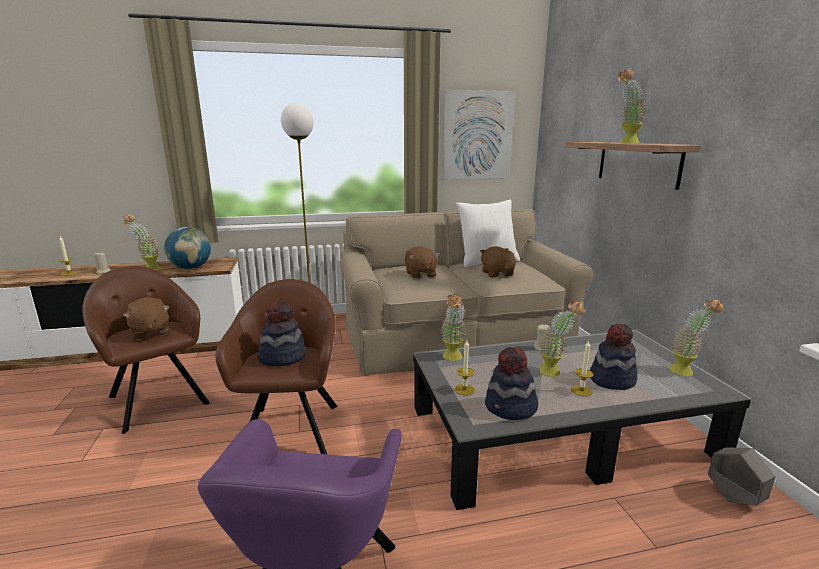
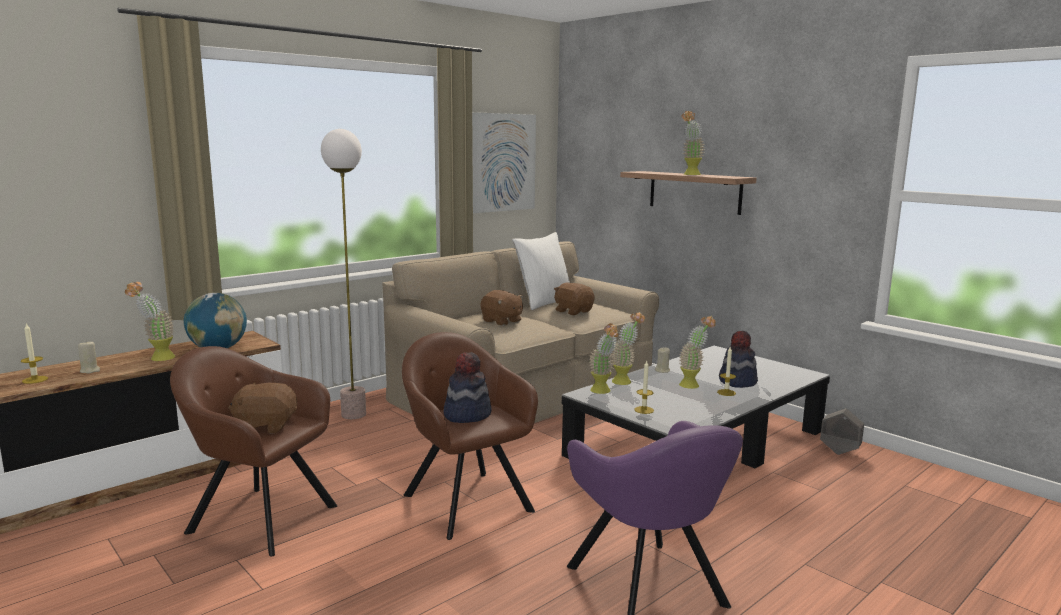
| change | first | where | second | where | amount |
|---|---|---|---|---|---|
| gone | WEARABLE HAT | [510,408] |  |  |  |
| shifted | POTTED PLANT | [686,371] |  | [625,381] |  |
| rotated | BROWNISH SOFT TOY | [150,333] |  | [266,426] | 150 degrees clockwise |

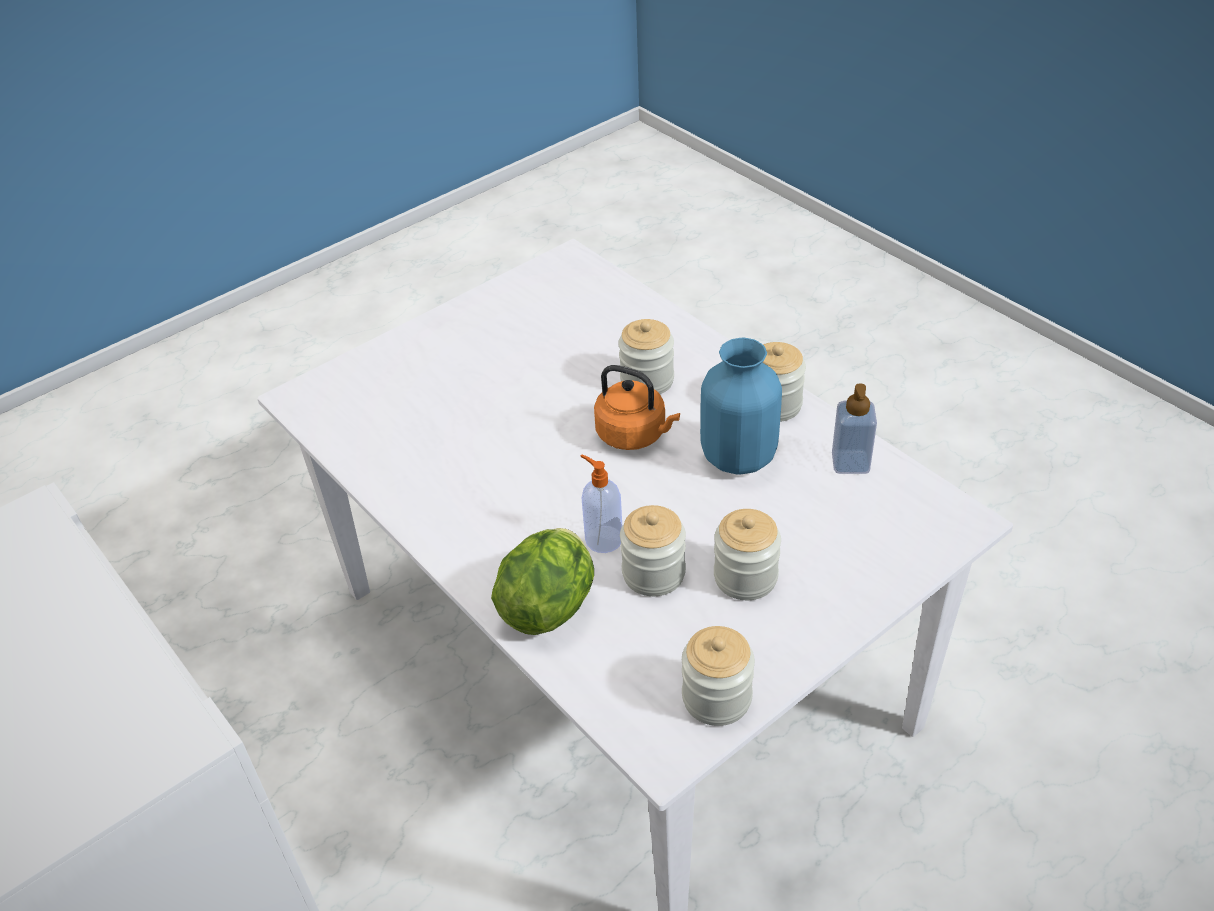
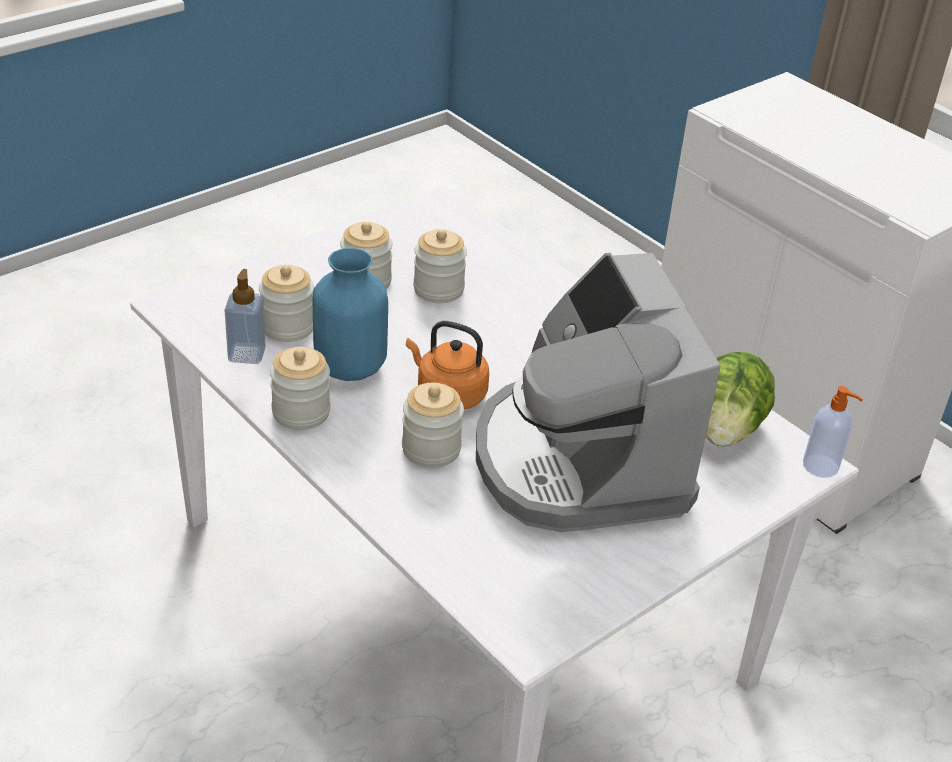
| change | first | where | second | where | amount |
|---|---|---|---|---|---|
| new |  |  | COFFEE BREWER | [579,462] |  |
| shifted | HEAD OF LETTUCE | [549,605] |  | [725,430] |  |
| shifted | SOAP DISPENSER | [602,538] |  | [821,467] |  |
| shifted | PRESERVE JAR | [716,698] |  | [287,327] |  |

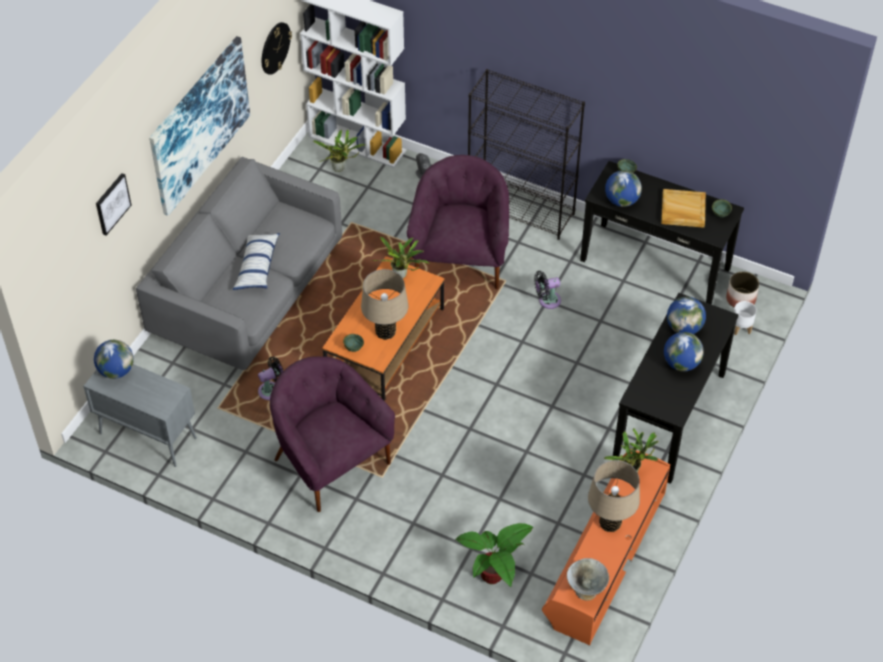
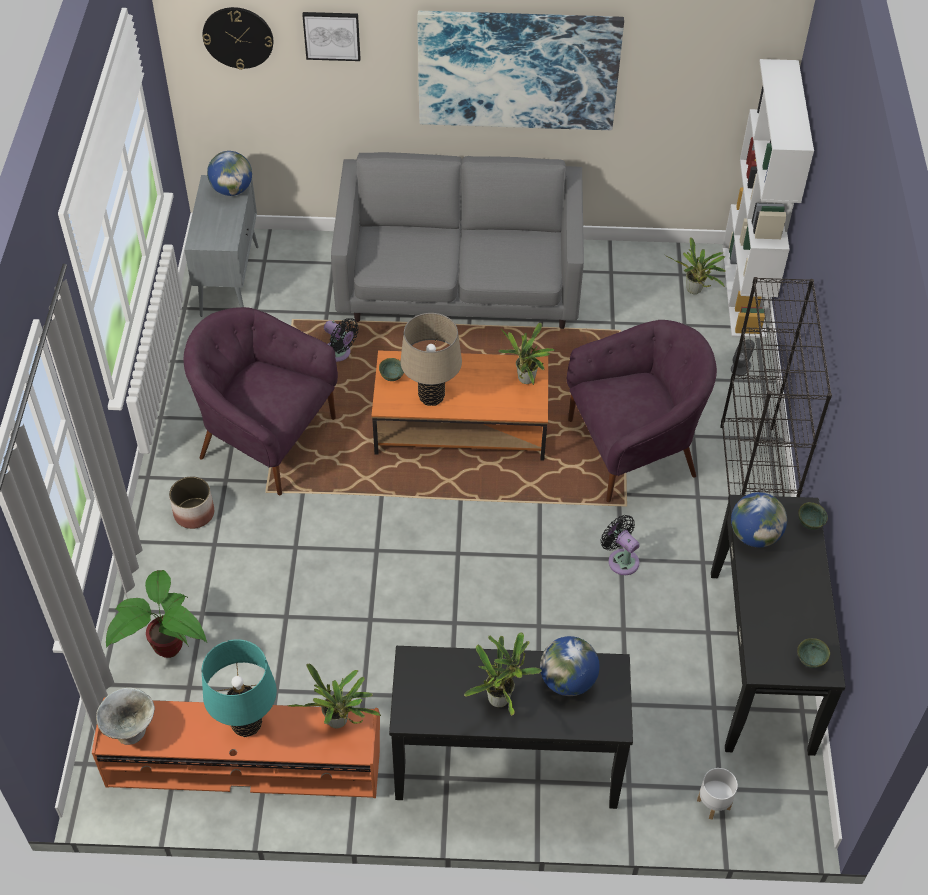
| change | first | where | second | where | amount |
|---|---|---|---|---|---|
| gone | CUSHION | [257,267] |  |  |  |
| gone | BEIGE TRAY | [682,210] |  |  |  |
| shifted | HANGING CLOCK | [275,48] |  | [238,37] |  |
| shifted | PLANTER | [740,299] |  | [194,513] |  |
| swapped | WORLD GLOBE | [681,363] | POTTED PLANT | [501,697] |  |
| repainted | BEIGE LAMP FOR A TABLE | [610,523] | BLUE-GREEN LAMP FOR A TABLE | [246,724] |  |
| rotated | PURPLE ARMCHAIR | [330,461] |  | [266,438] | 90 degrees counterclockwise |

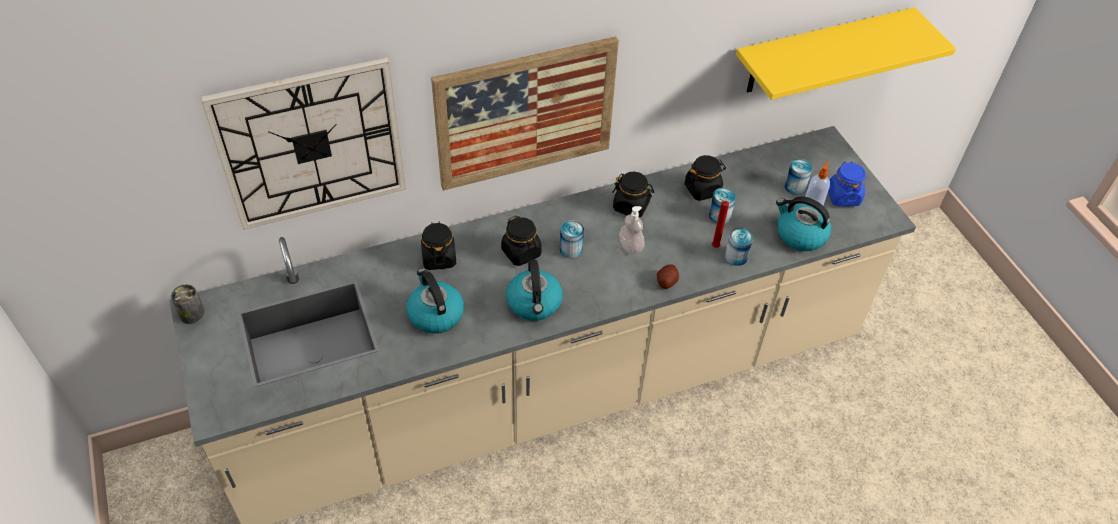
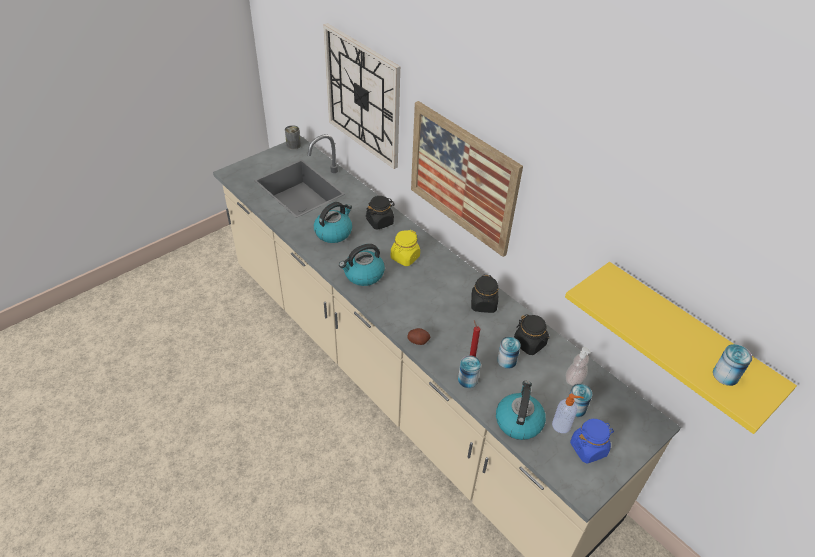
| change | first | where | second | where | amount |
|---|---|---|---|---|---|
| shifted | METAL CAN | [571,249] |  | [725,375] |  |
| shifted | SOAP DISPENSER | [630,246] |  | [574,379] |  |
| repainted | BLACK-COLOURED PRESERVE JAR | [521,252] | YELLOW-COLOURED PRESERVE JAR | [405,257] |  |

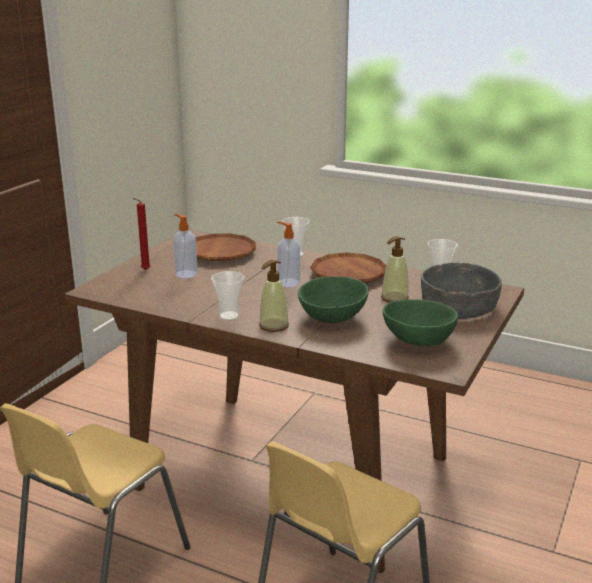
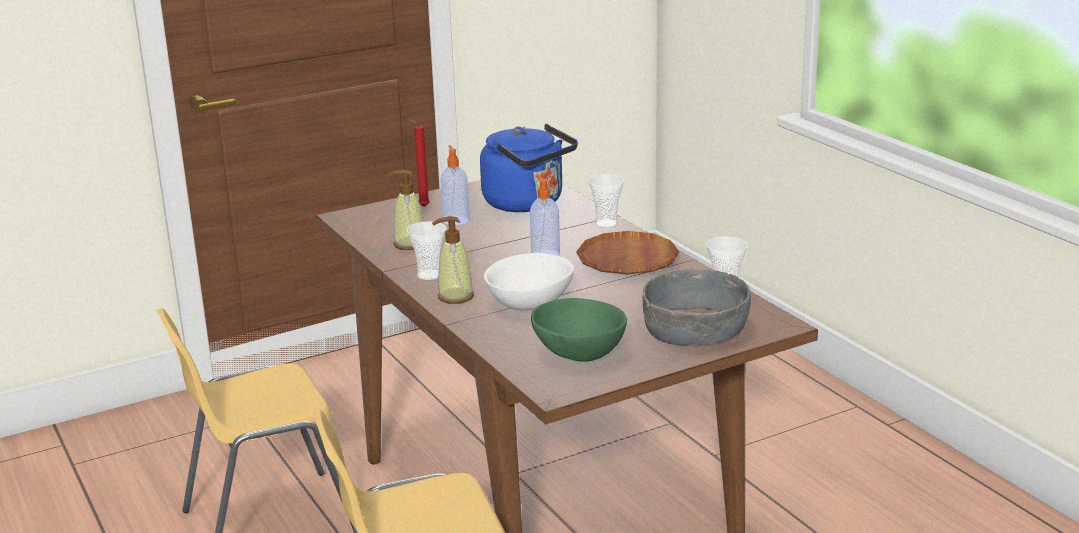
| change | first | where | second | where | amount |
|---|---|---|---|---|---|
| shifted | SOAP DISPENSER | [394,298] |  | [409,244] |  |
| swapped | BROWNISH FLAT DISH | [220,252] | BLUE WATER KETTLE | [528,204] |  |
| repainted | GREEN BOWL | [332,316] | WHITE BOWL | [531,303] |  |

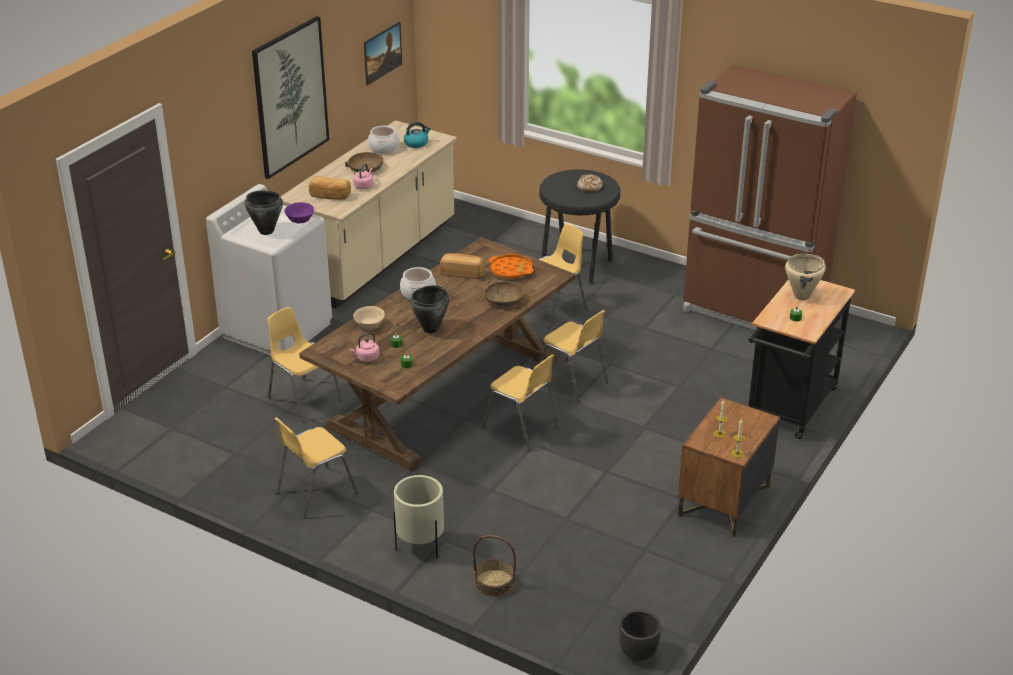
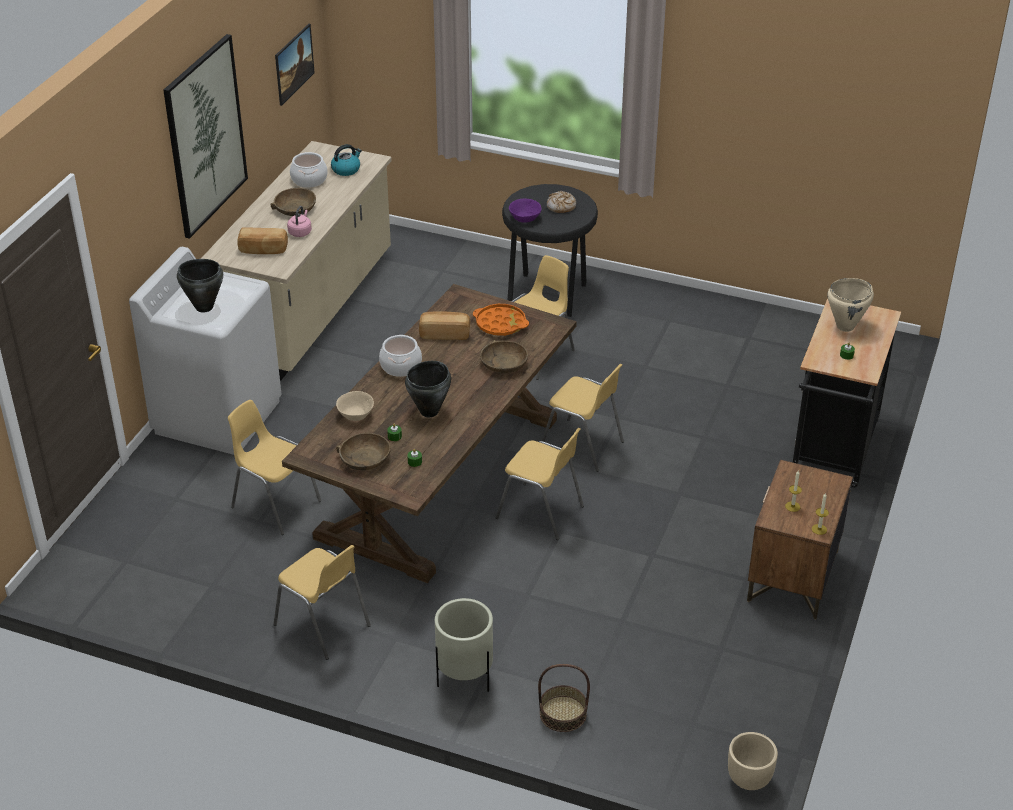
| change | first | where | second | where | amount |
|---|---|---|---|---|---|
| gone | BROWNISH FRIDGE | [753,311] |  |  |  |
| shifted | PURPLE BOWL | [299,220] |  | [524,219] |  |
| swapped | PINK WATER KETTLE | [366,358] | BROWNISH BOWL | [364,459] |  |
| repainted | BLACK-COLOURED PLANTER | [638,653] | BEIGE PLANTER | [749,780] |  |
| rotated | YELLOW-COLOURED CHAIR | [316,493] |  | [323,625] | 90 degrees counterclockwise |

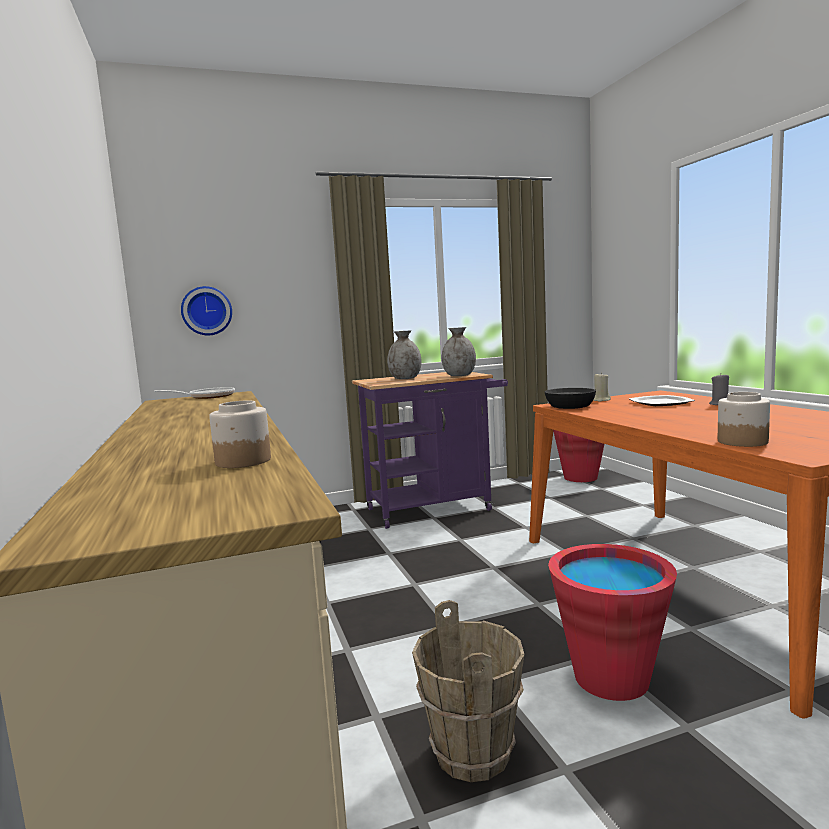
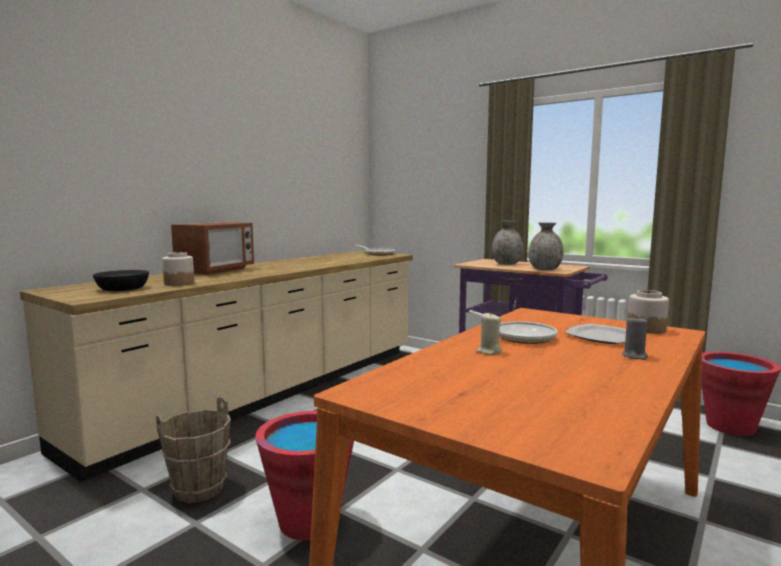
| change | first | where | second | where | amount |
|---|---|---|---|---|---|
| gone | HANGING CLOCK | [206,311] |  |  |  |
| new |  |  | MICROWAVE | [216,270] |  |
| new |  |  | PAN | [519,336] |  |
| shifted | BLACK-COLOURED BOWL | [570,406] |  | [123,288] |  |
| shifted | BEIGE WAX CANDLE | [601,400] |  | [489,351] |  |
| shifted | PRESERVE JAR | [741,442] |  | [646,329] |  |

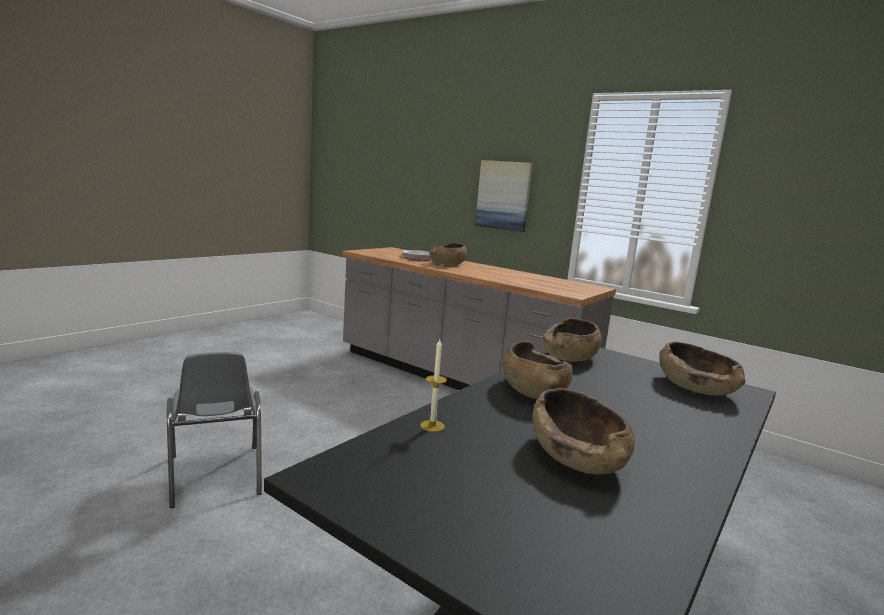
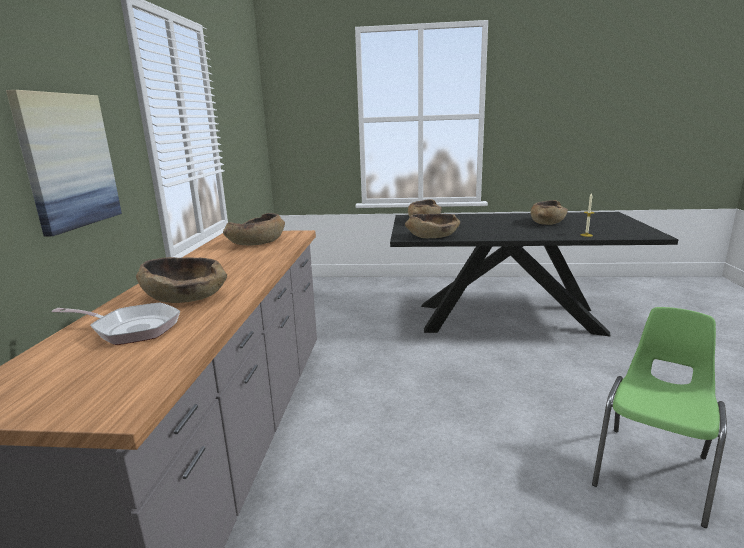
| change | first | where | second | where | amount |
|---|---|---|---|---|---|
| shifted | BROWNISH BOWL | [533,389] |  | [256,243] |  |
| repainted | GRAY CHAIR | [215,476] | GREEN CHAIR | [653,471] |  |

